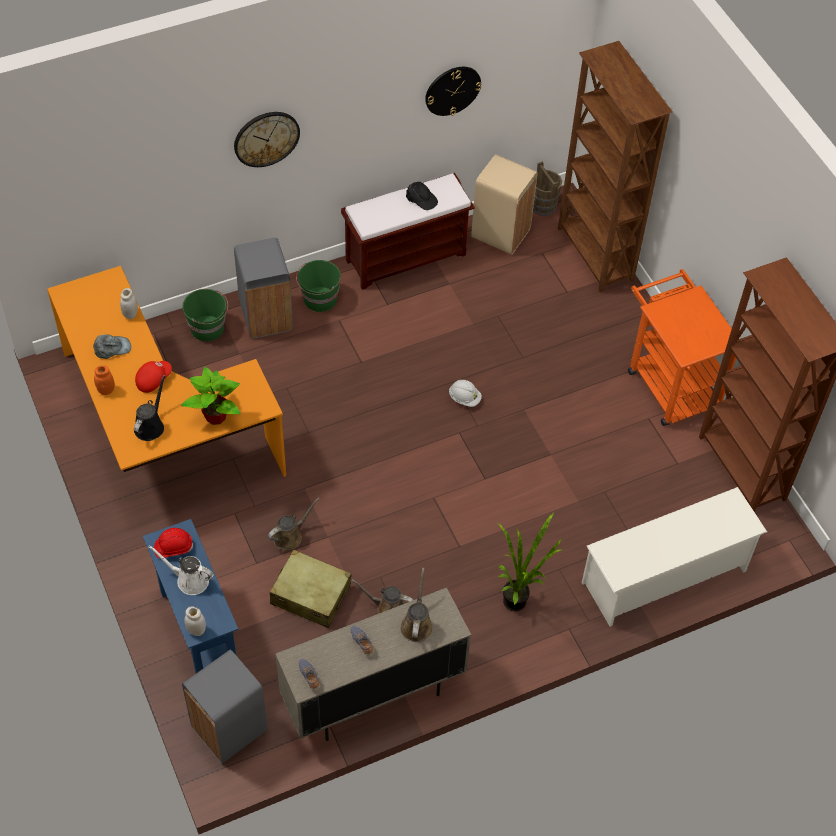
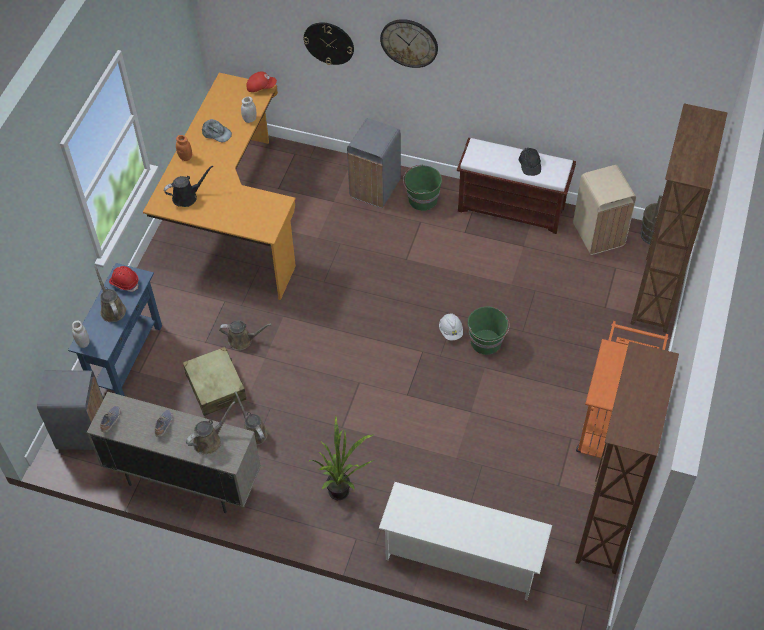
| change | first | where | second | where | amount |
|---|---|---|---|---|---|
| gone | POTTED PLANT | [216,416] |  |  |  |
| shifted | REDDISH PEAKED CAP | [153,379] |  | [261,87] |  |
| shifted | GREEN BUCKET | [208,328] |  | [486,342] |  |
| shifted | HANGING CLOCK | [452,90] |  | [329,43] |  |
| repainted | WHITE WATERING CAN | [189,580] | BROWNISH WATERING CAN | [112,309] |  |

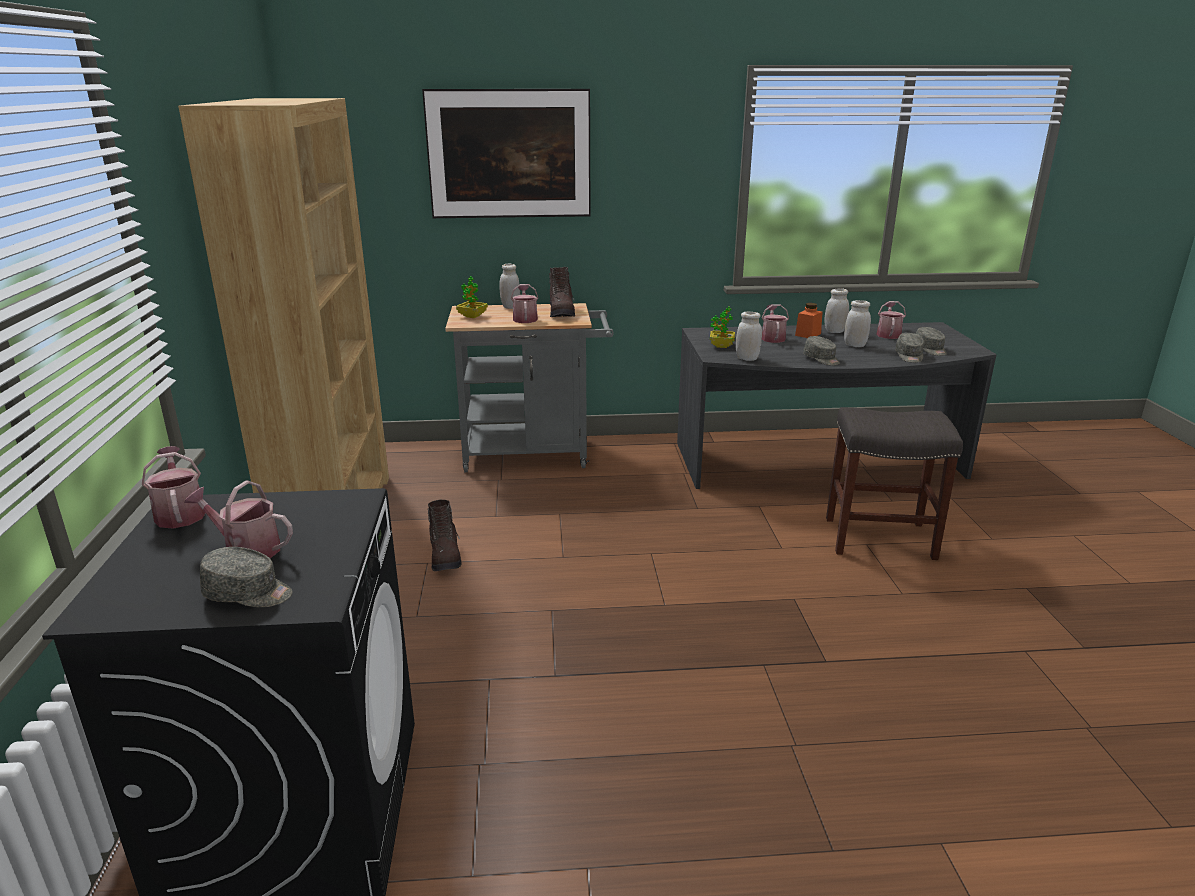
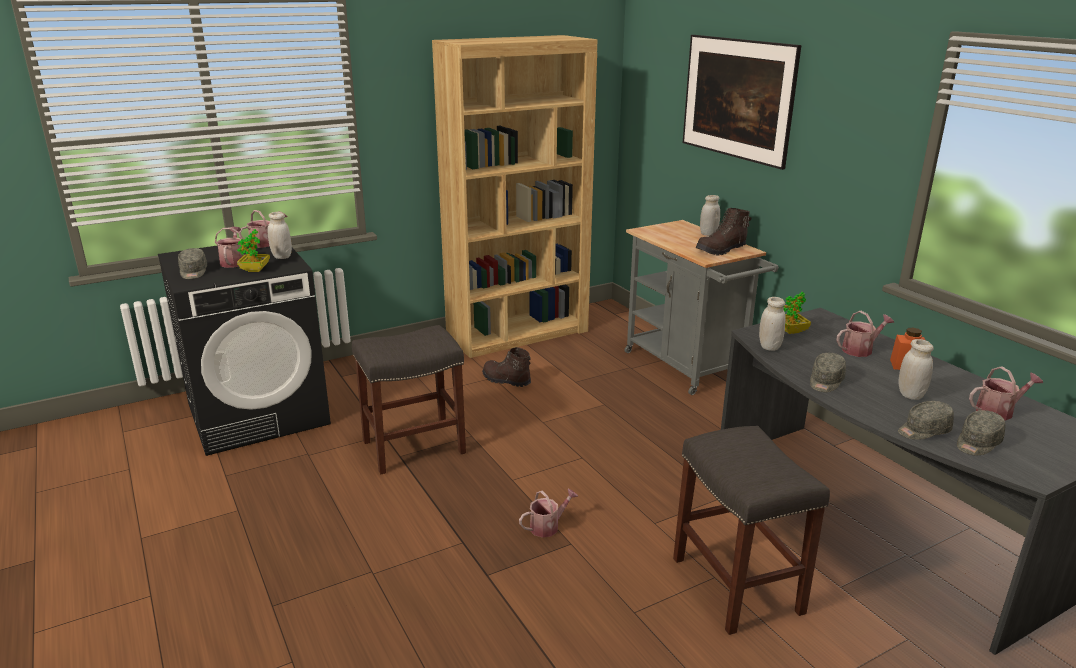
| change | first | where | second | where | amount |
|---|---|---|---|---|---|
| new |  |  | GRAY SITTING STOOL | [412,448] |  |
| shifted | POTTED PLANT | [472,316] |  | [255,270] |  |
| shifted | WATERING CAN | [525,318] |  | [548,526] |  |
| shifted | WHITE PRESERVE JAR | [834,331] |  | [282,256] |  |
| rotated | BROWNISH BOOT | [445,556] |  | [505,381] | 75 degrees clockwise |

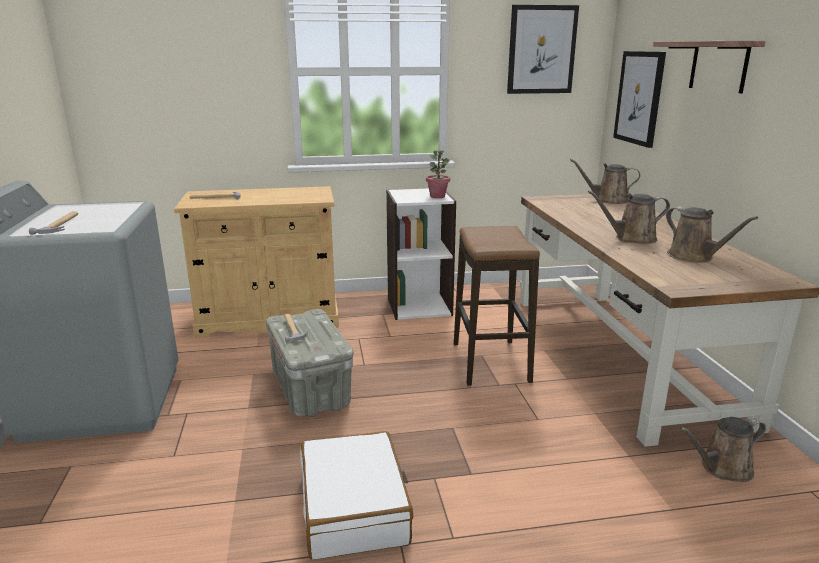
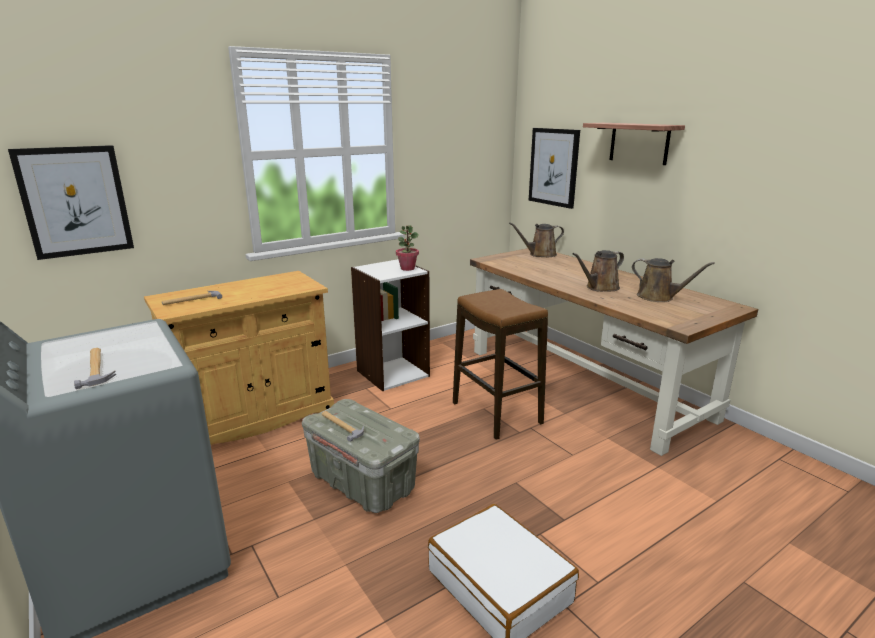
| change | first | where | second | where | amount |
|---|---|---|---|---|---|
| gone | BROWNISH WATERING CAN | [722,468] |  |  |  |
| shifted | WALL ART | [541,50] |  | [75,201] |  |

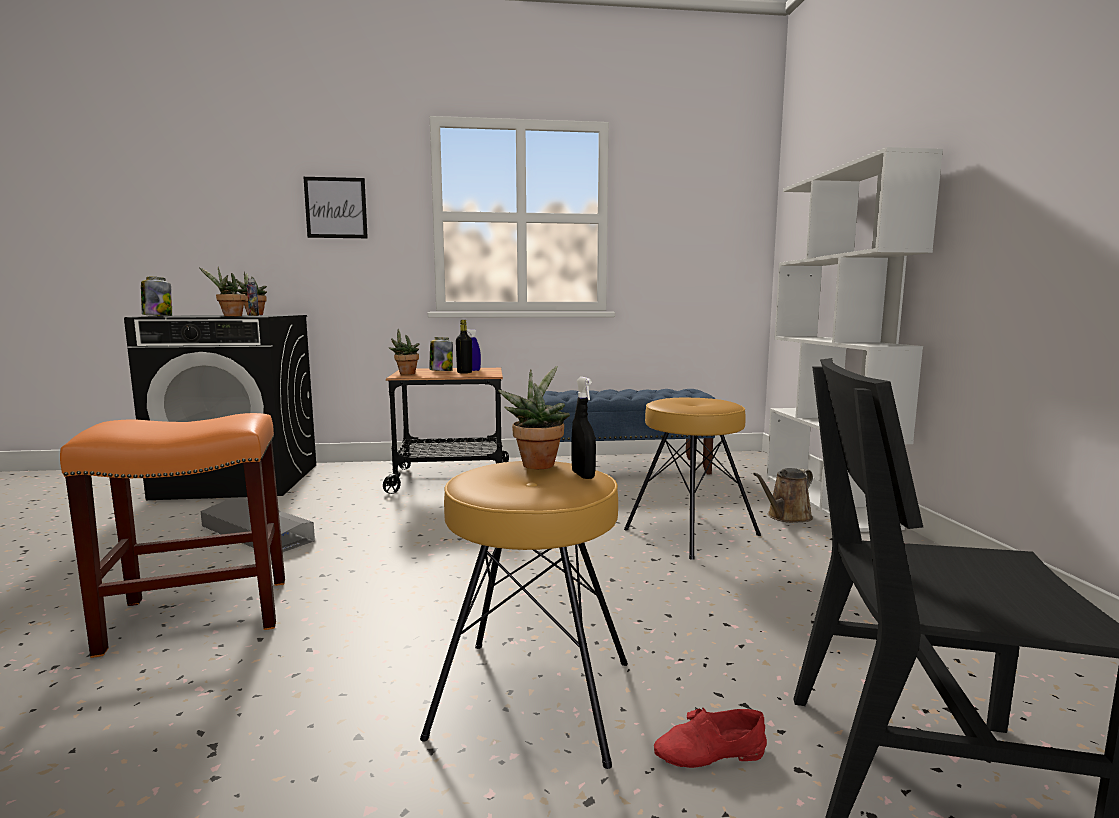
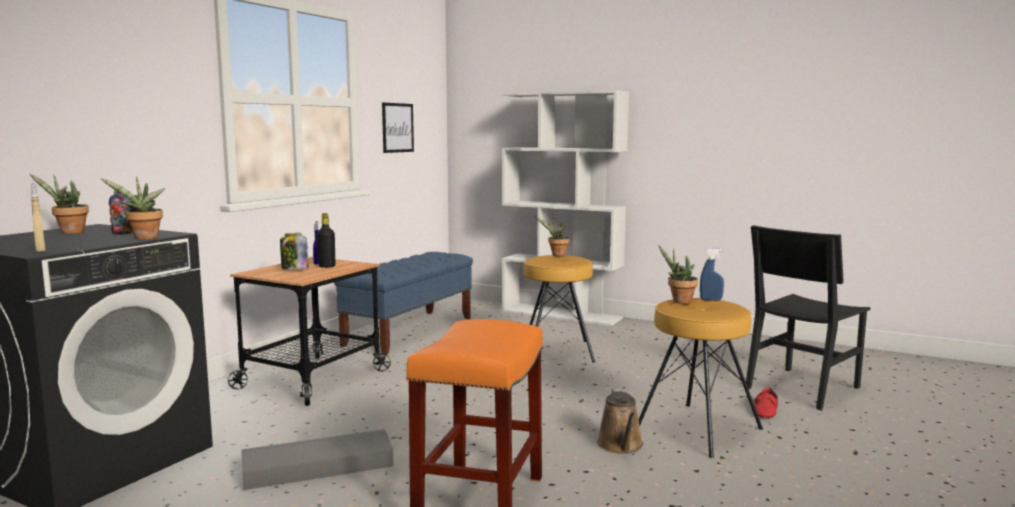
| change | first | where | second | where | amount |
|---|---|---|---|---|---|
| shifted | WALL ART | [336,208] |  | [397,127] |  |
| shifted | POTTED PLANT | [405,373] |  | [556,255] |  |
| shifted | BROWNISH WATERING CAN | [786,517] |  | [621,446] |  |
| swapped | PRESERVE JAR | [157,316] | BEIGE SPRAYER | [40,251] |  |
| repainted | BLACK-COLOURED SPRAYER | [583,475] | BLUE SPRAYER | [711,300] |  |

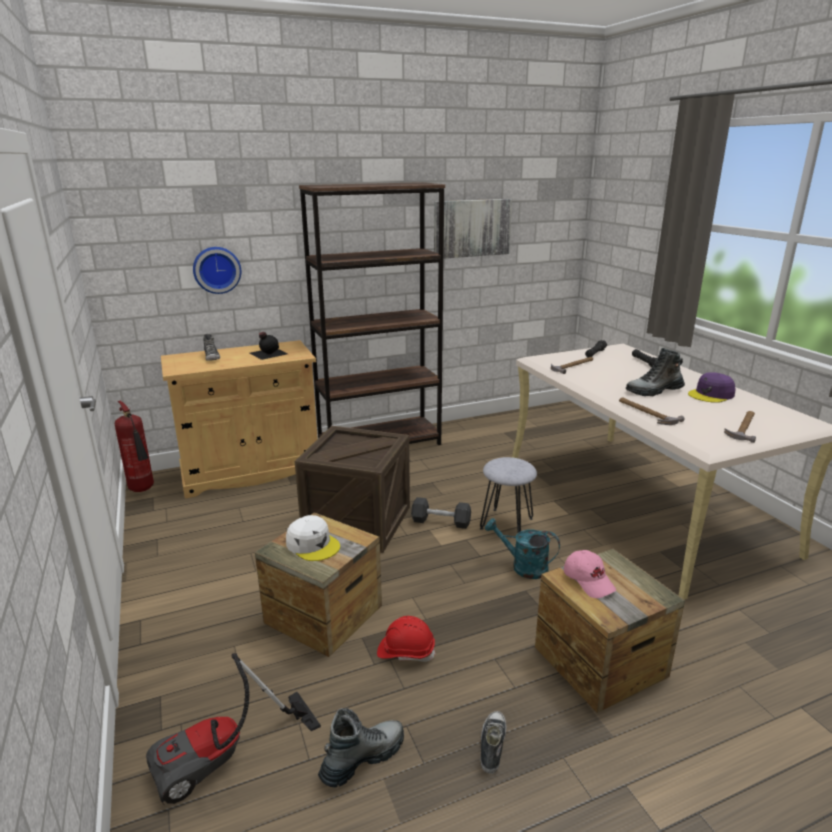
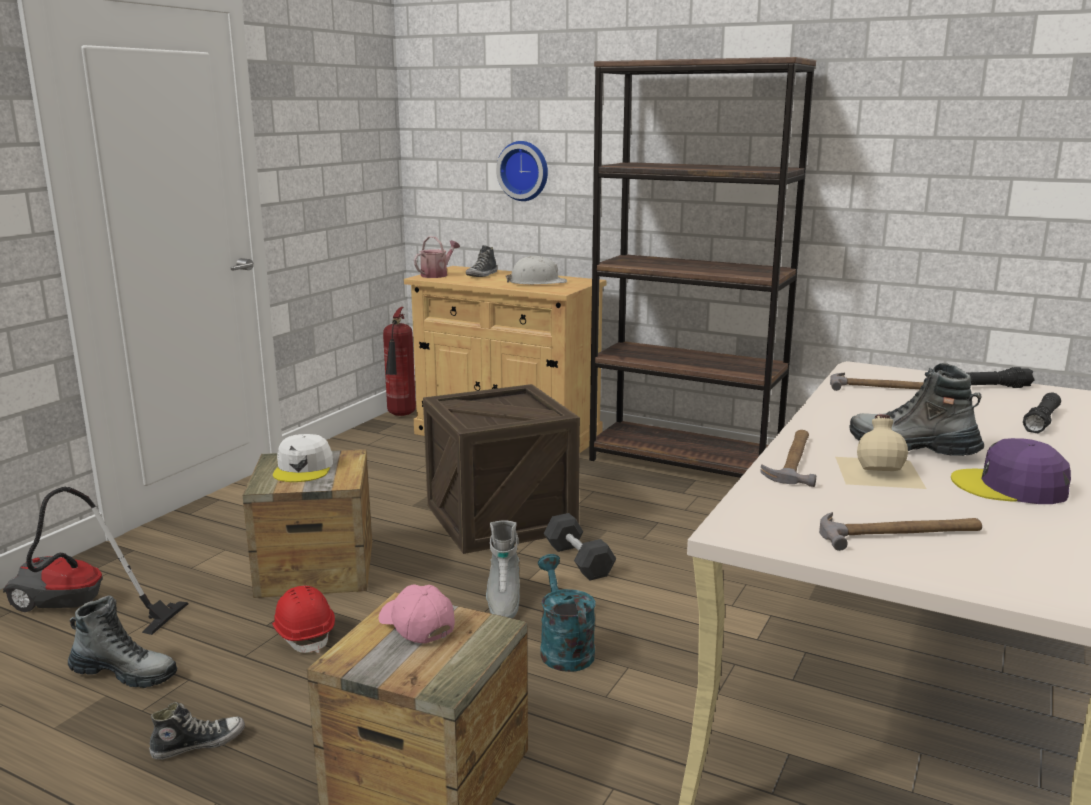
| change | first | where | second | where | amount |
|---|---|---|---|---|---|
| gone | WALL ART | [471,228] |  |  |  |
| gone | GRAY SITTING STOOL | [506,523] |  |  |  |
| new |  |  | WATERING CAN | [437,275] |  |
| new |  |  | GRAY BOOT | [503,601] |  |
| new |  |  | BEIGE BEVERAGE BOTTLE | [880,471] |  |
| swapped | BLACK-COLOURED BEVERAGE BOTTLE | [267,353] | WHITE WORK HELMET | [537,282] |  |
| rotated | PINK PEAKED CAP | [589,581] |  | [415,625] | 120 degrees clockwise |

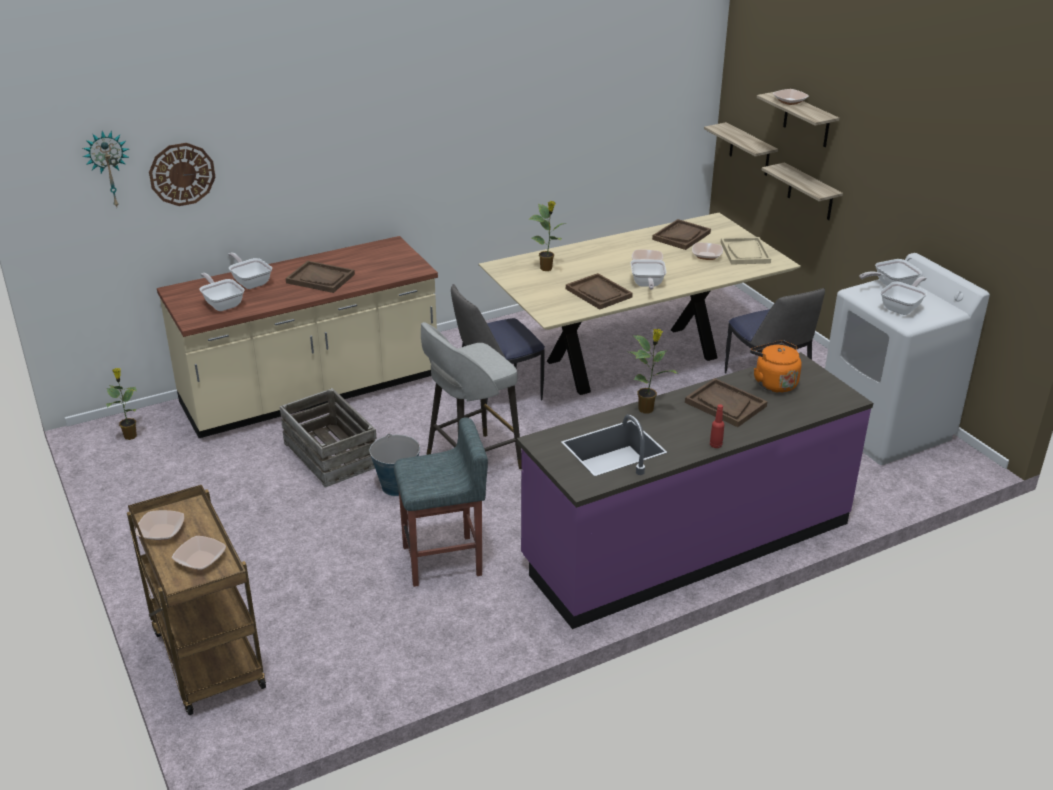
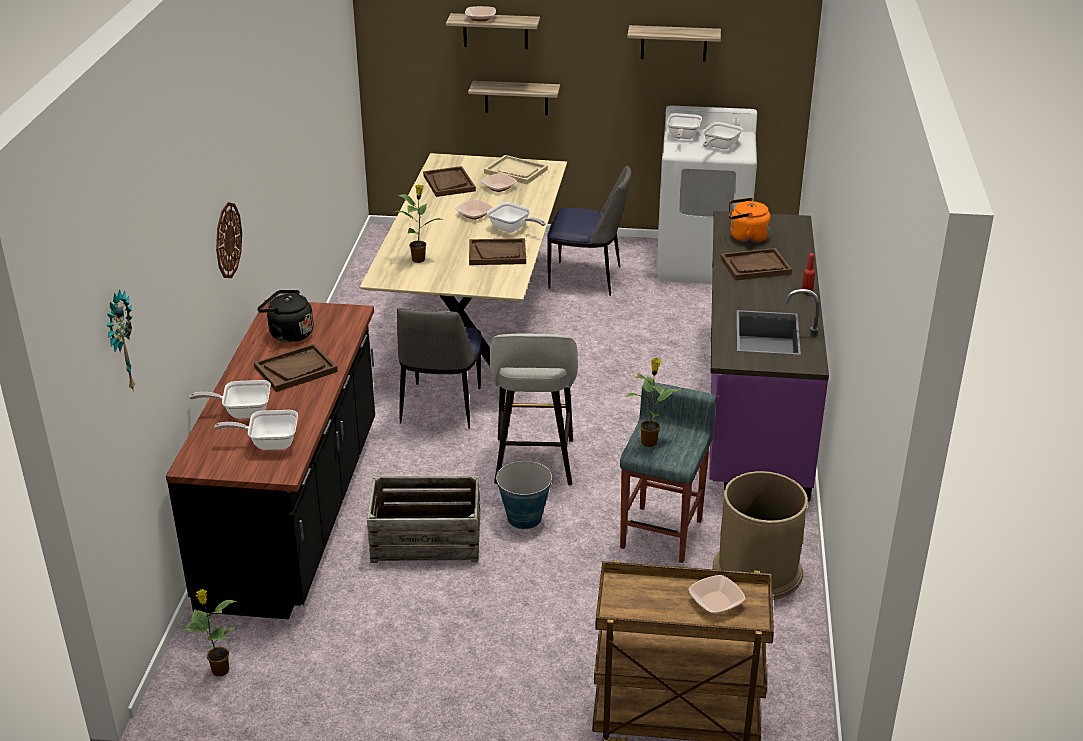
| change | first | where | second | where | amount |
|---|---|---|---|---|---|
| gone | BOWL | [161,532] |  |  |  |
| new |  |  | BLACK-COLOURED WATER KETTLE | [288,334] |  |
| new |  |  | BROWNISH TRASH CAN | [757,570] |  |
| shifted | HANGING CLOCK | [182,174] |  | [227,240] |  |
| shifted | POTTED PLANT | [647,409] |  | [649,442] |  |
| shifted | WALL SHELF | [749,150] |  | [674,43] |  |
| repainted | BEIGE KITCHEN BASE UNIT | [311,392] | BLACK-COLOURED KITCHEN BASE UNIT | [295,513] |  |
| rotated | PAN | [903,307] |  | [719,147] | 135 degrees counterclockwise |

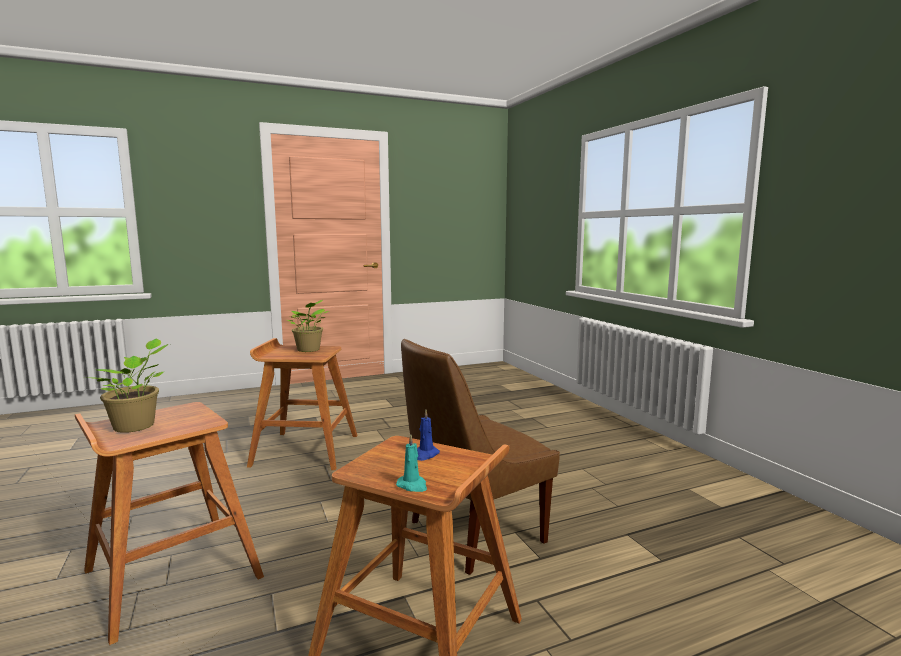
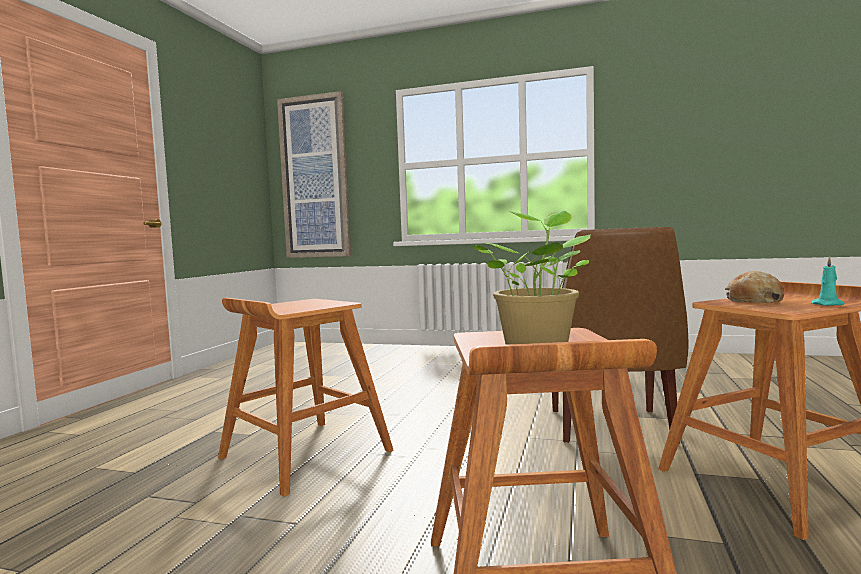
| change | first | where | second | where | amount |
|---|---|---|---|---|---|
| gone | POTTED PLANT | [309,350] |  |  |  |
| new |  |  | WALL ART | [315,177] |  |
| swapped | BLUE WAX CANDLE | [425,455] | BAKERY BREAD | [753,300] |  |

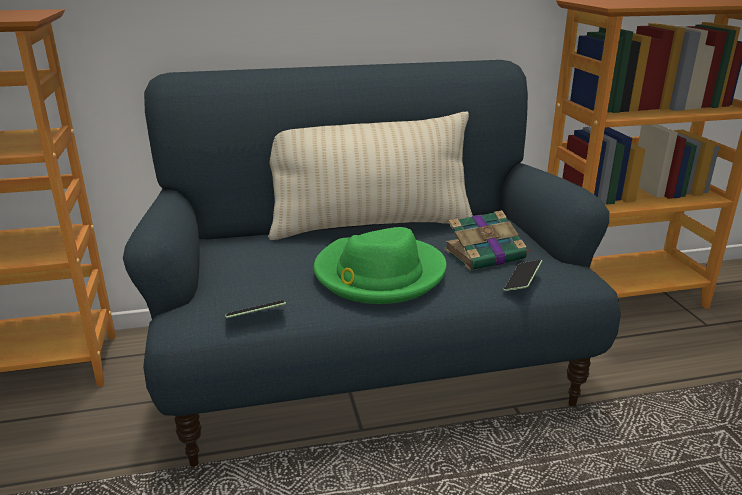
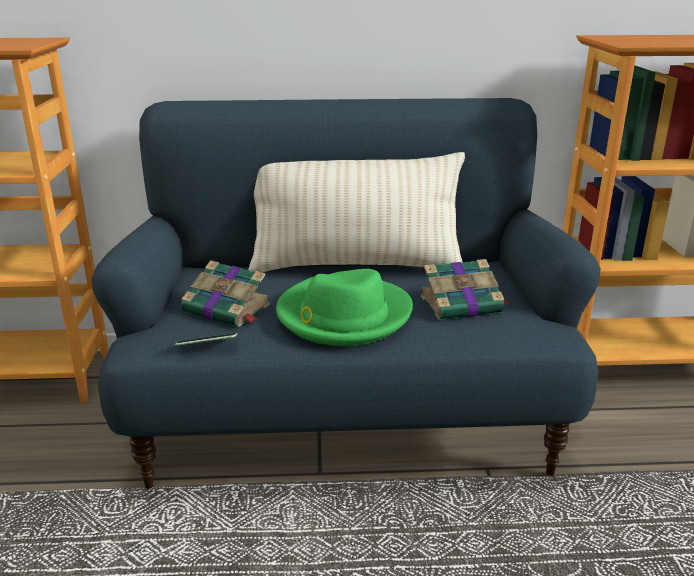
| change | first | where | second | where | amount |
|---|---|---|---|---|---|
| gone | TELEPHONE | [522,282] |  |  |  |
| new |  |  | BOOK | [228,309] |  |

